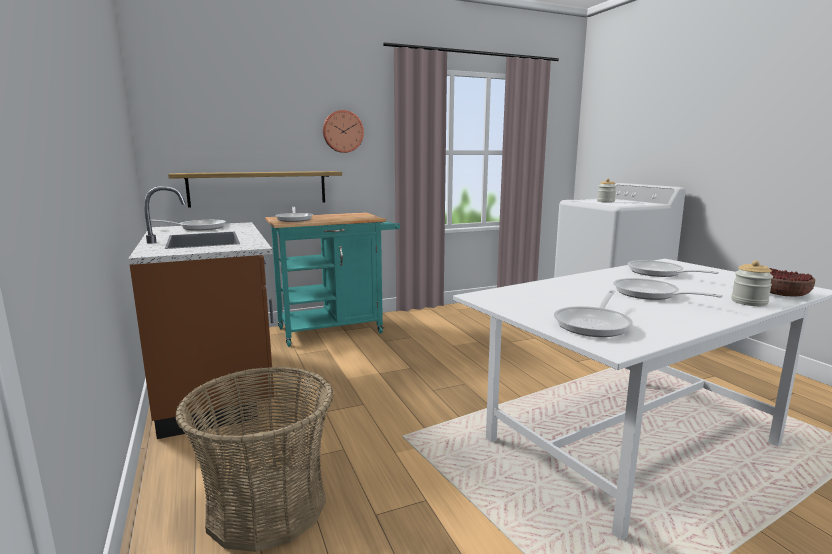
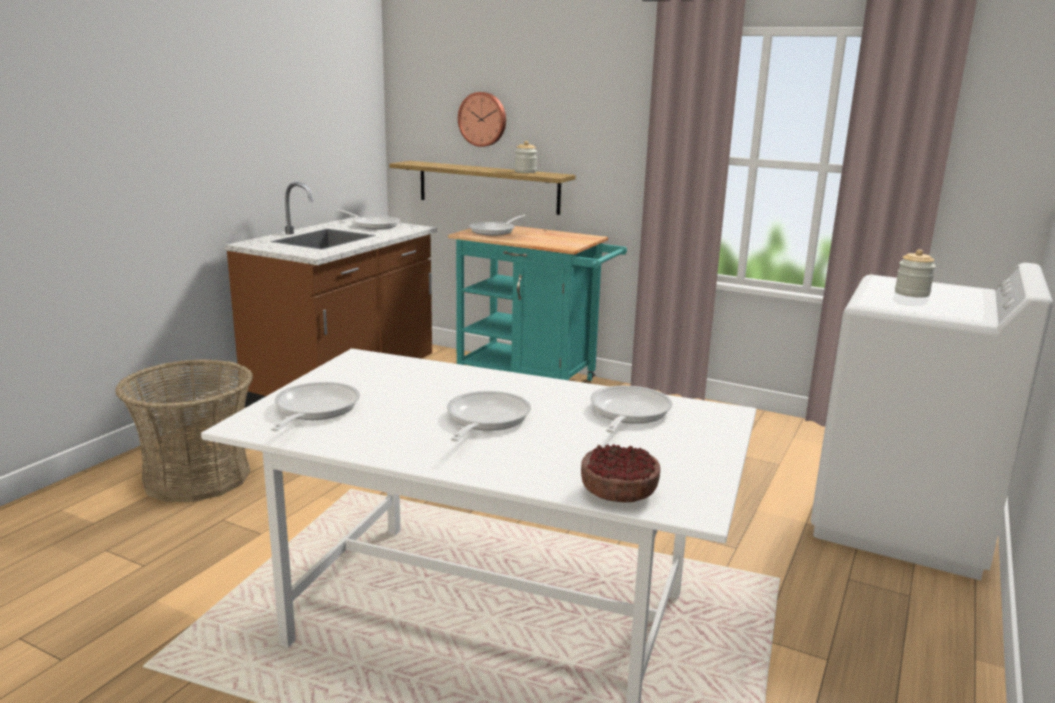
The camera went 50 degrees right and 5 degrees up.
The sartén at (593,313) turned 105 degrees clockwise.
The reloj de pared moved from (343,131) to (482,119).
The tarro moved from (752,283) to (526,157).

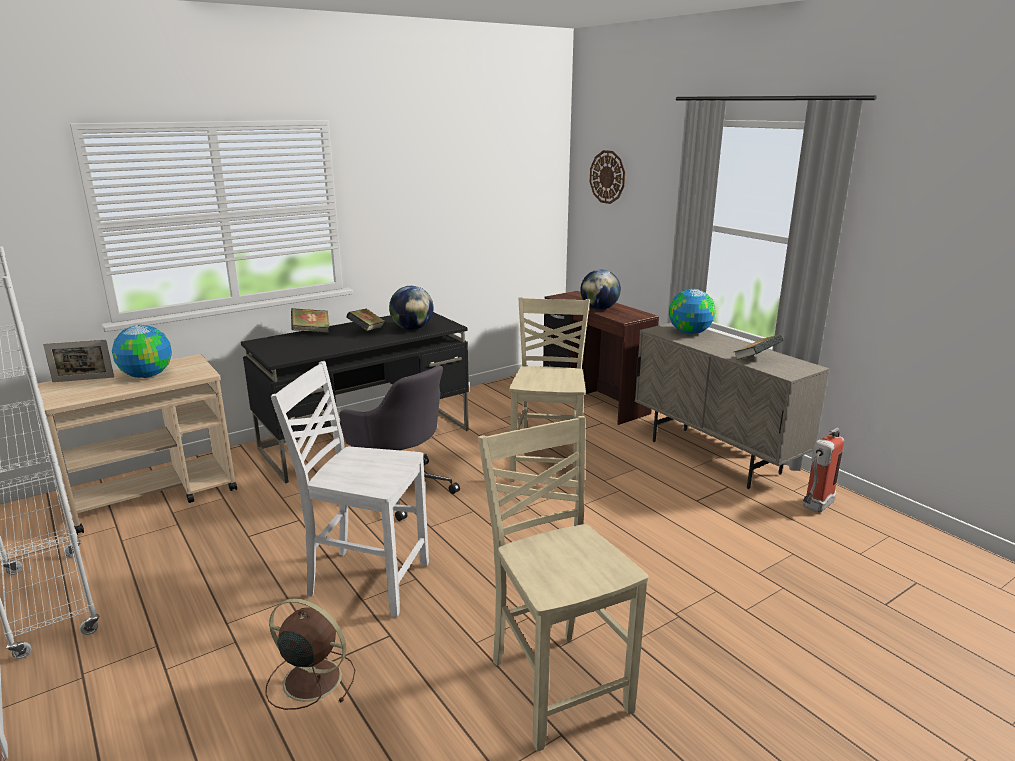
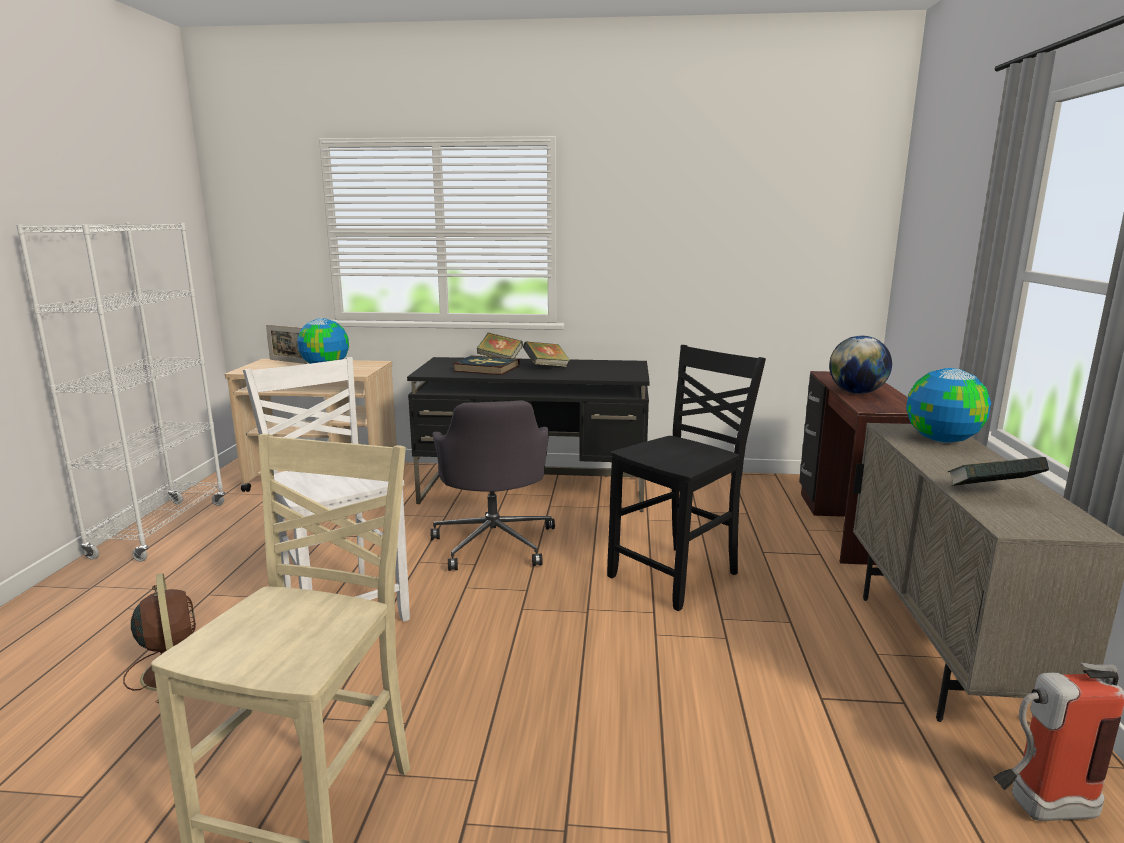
The camera went 40 degrees right and 5 degrees down.
The libro at (486,365) appeared.
The silla (beis) at (549,389) became the silla (negro) at (686,478).
The globo terráqueo at (411,308) disappeared.
The reloj de pared at (607,177) disappeared.

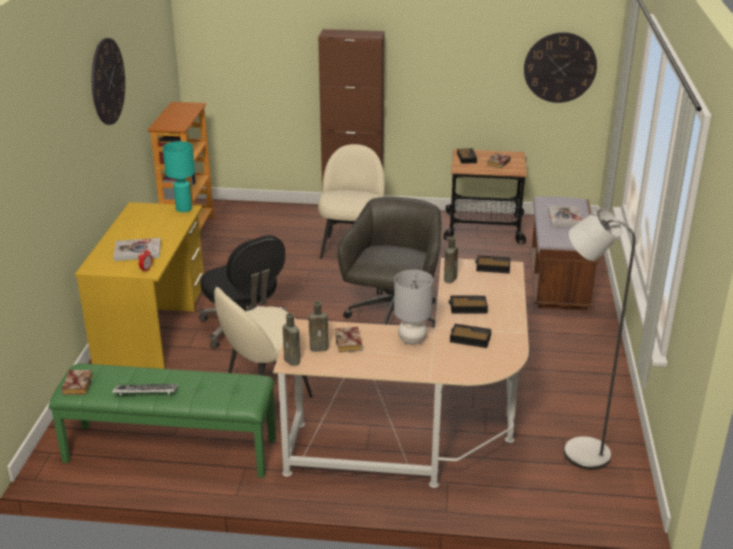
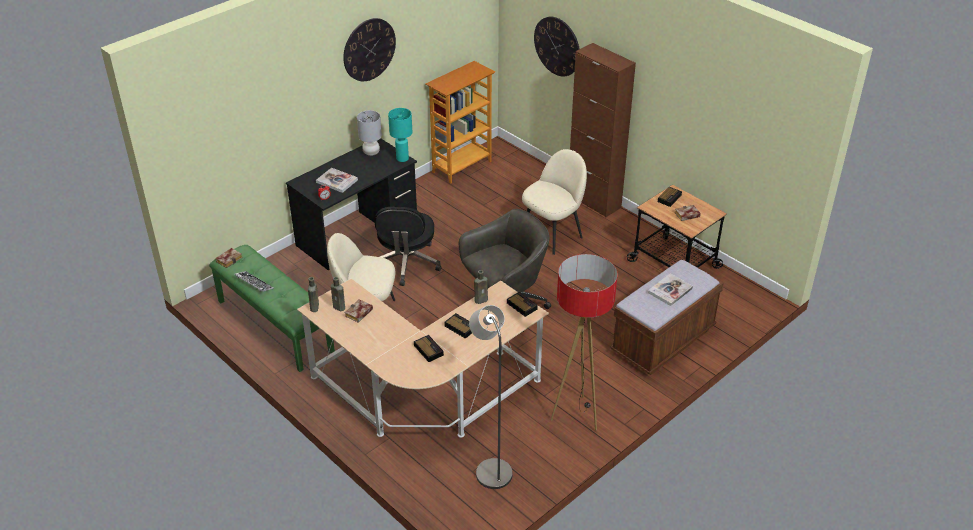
The camera went 40 degrees right and 10 degrees up.
The escritorio (amarillo) at (139,285) became the escritorio (negro) at (351,204).
The lámpara de mesa (gris) moved from (414,307) to (369,133).
The reloj de pared moved from (560,67) to (557,47).
The lámpara de pie at (584,342) appeared.

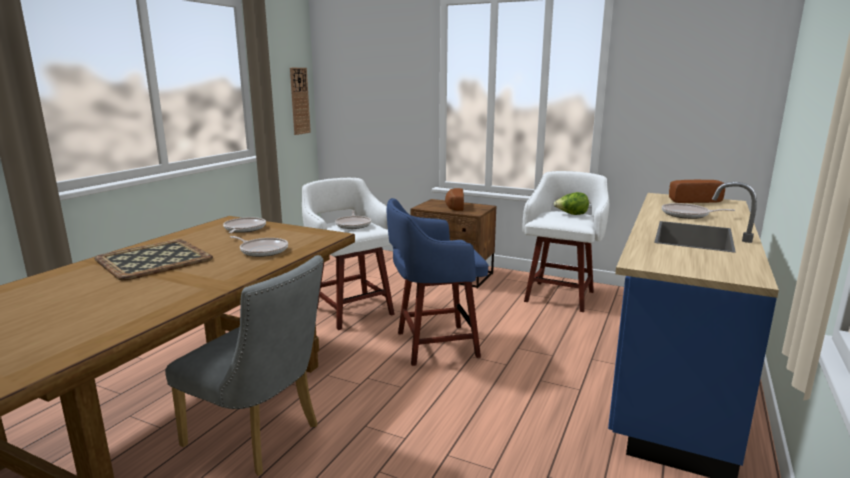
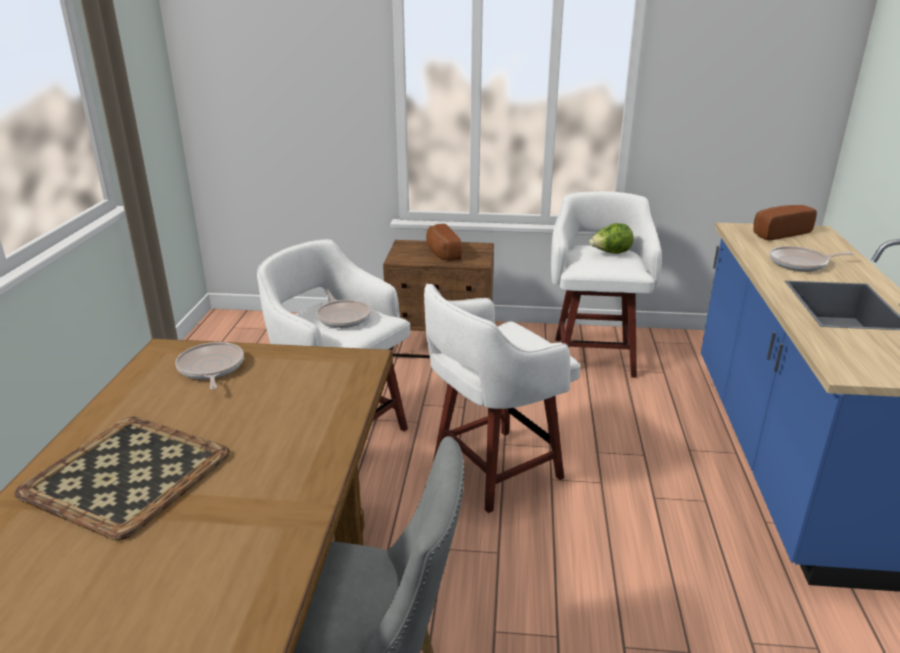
The camera went 20 degrees left and 10 degrees up.
The taburete (azul) at (437,282) became the taburete (blanco) at (502,398).
The sartén at (259,246) disappeared.
The reloj de pared at (300,101) disappeared.

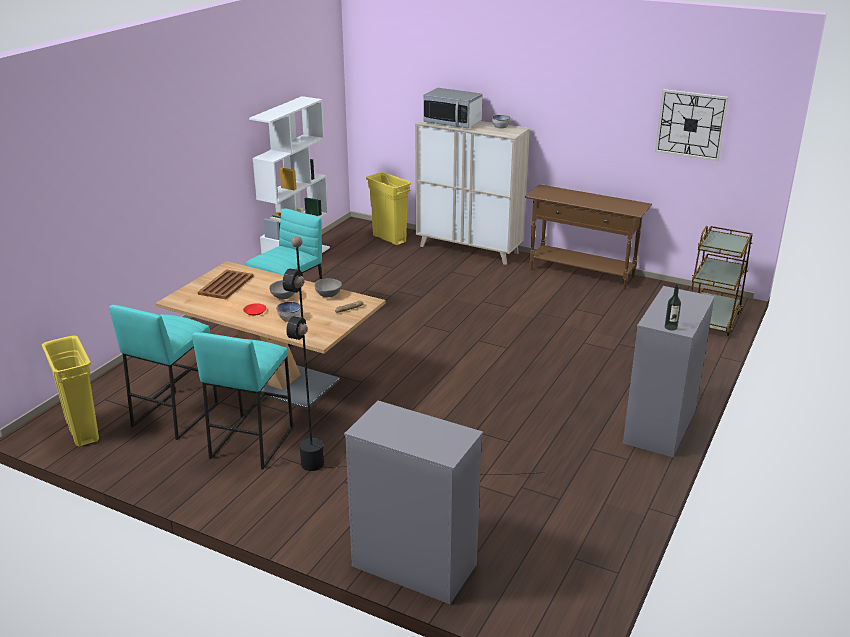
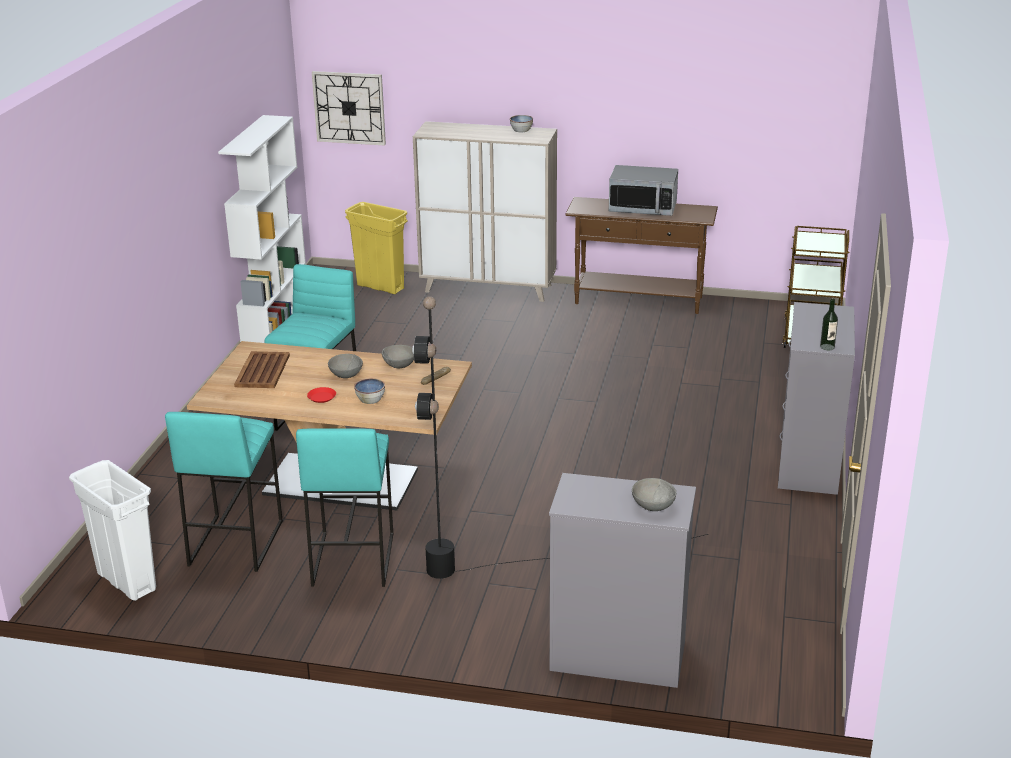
The camera went 15 degrees left and 0 degrees up.
The papelera (amarillo) at (70,391) became the papelera (blanco) at (112,530).
The reloj de pared moved from (692,125) to (349,108).
The microondas moved from (452,108) to (643,190).
The cuenco (gris) at (654,494) appeared.

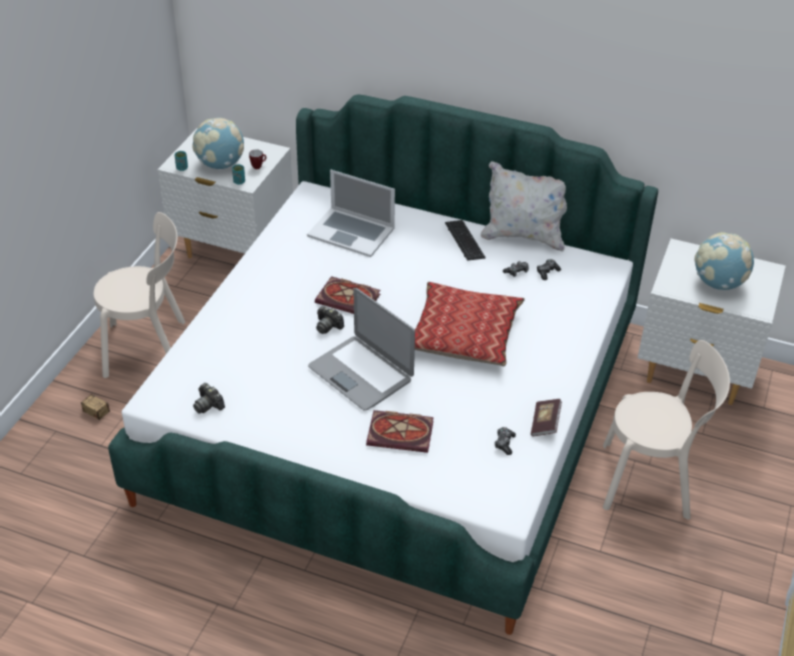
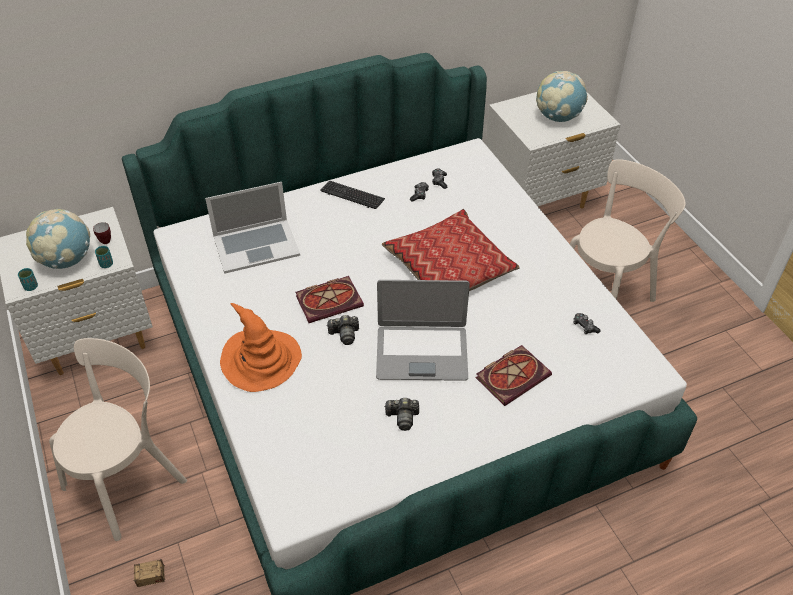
The camera went 45 degrees left and 5 degrees up.
The sombrero (naranja) at (261,347) appeared.
The cámara moved from (209,398) to (401,414).
The cojín (blanco) at (524,206) disappeared.
The libro at (546,417) disappeared.

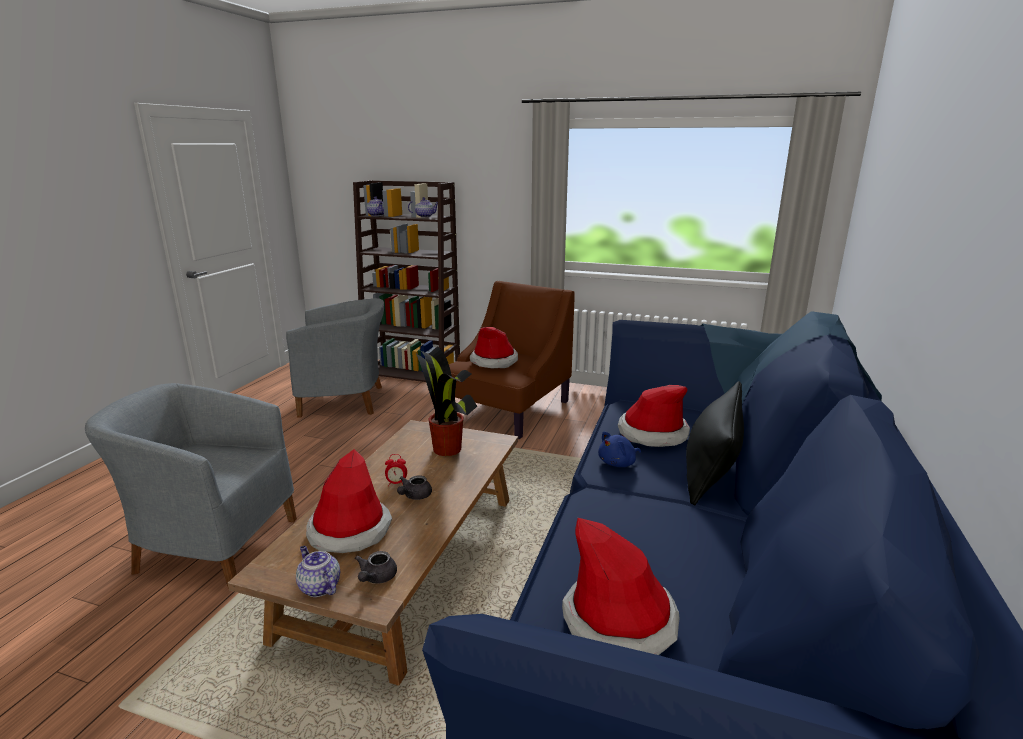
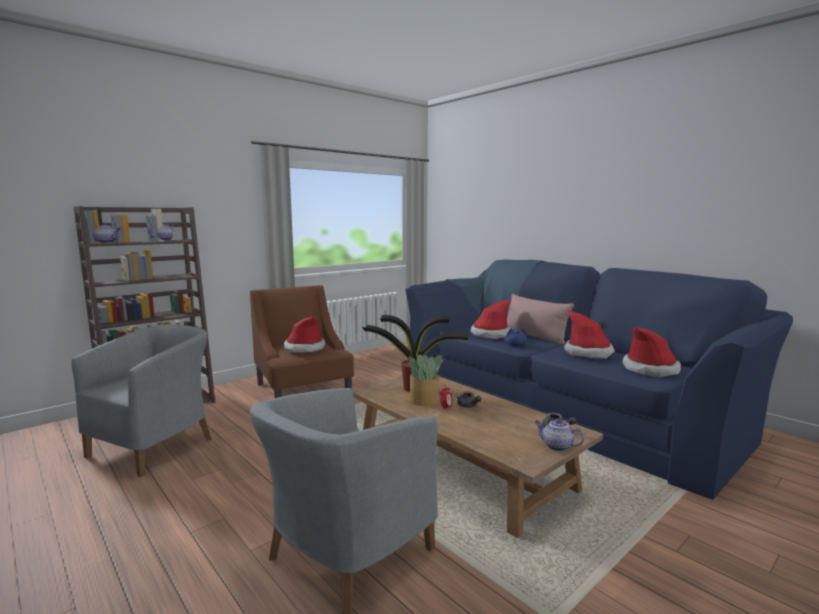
The camera went 60 degrees left and 10 degrees down.
The planta en maceta at (426,380) appeared.
The cojín (negro) at (715,443) became the cojín (rosa) at (540,319).
The tetera at (318,571) turned 45 degrees clockwise.
The sombrero moved from (349,501) to (589,334).

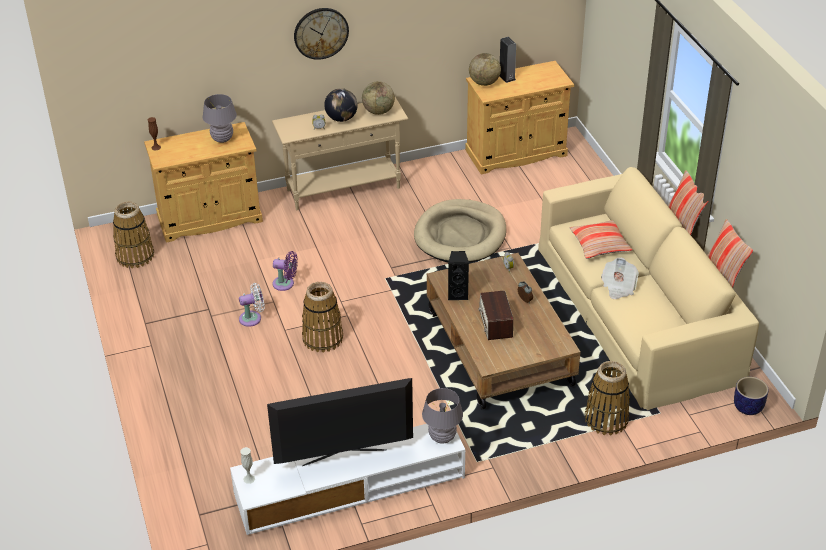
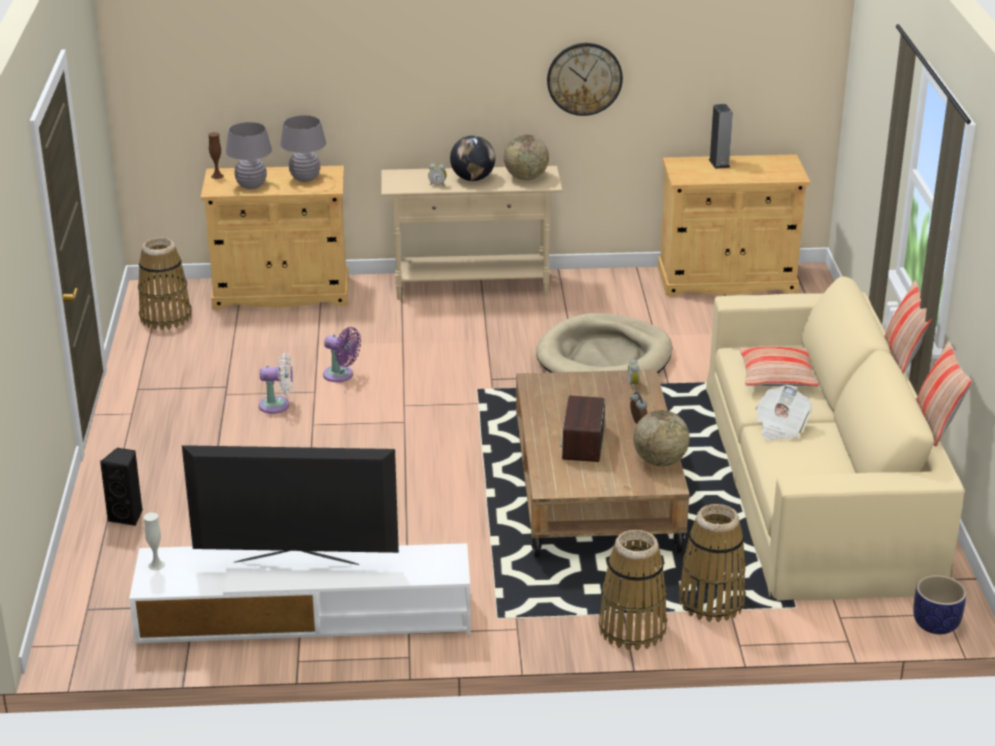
The camera went 15 degrees right and 10 degrees down.
The altavoz (negro) moved from (458,275) to (121,486).
The lámpara de mesa (gris) moved from (442,415) to (249,155).
The reloj de pared moved from (321,34) to (585,79).
The cesta moved from (322,317) to (633,590).
The globo terráqueo moved from (485,69) to (661,438).

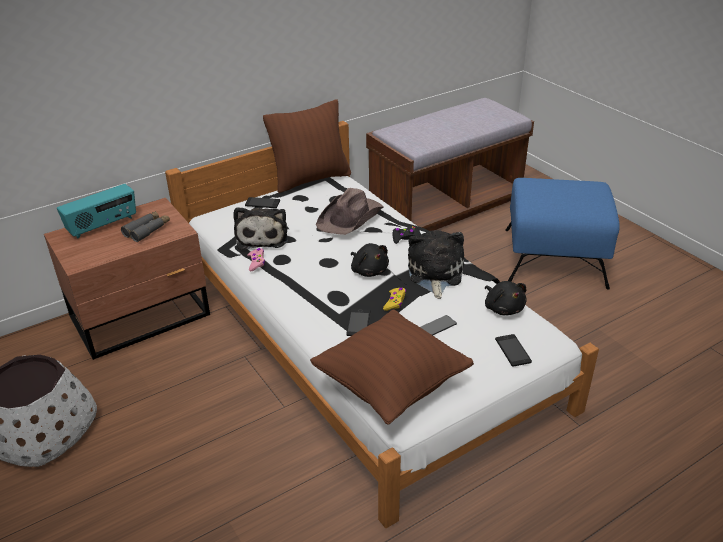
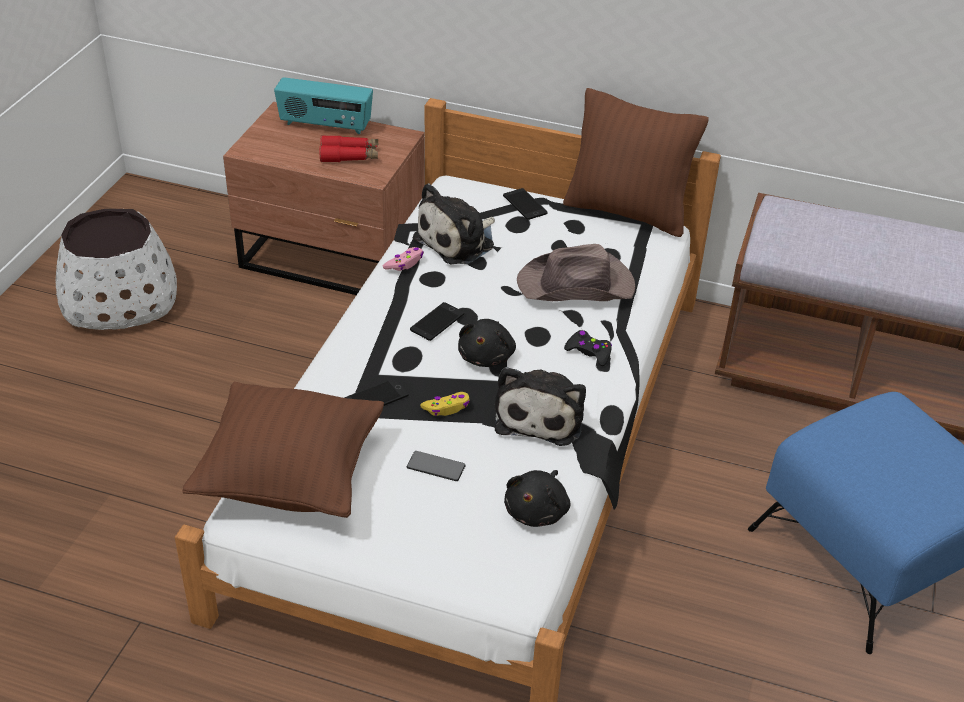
The camera went 50 degrees right and 5 degrees up.
The prismáticos (gris) at (145,226) became the prismáticos (rojo) at (349,149).
The móvil moved from (513,350) to (437,321).
The peluche at (436,264) turned 135 degrees clockwise.

